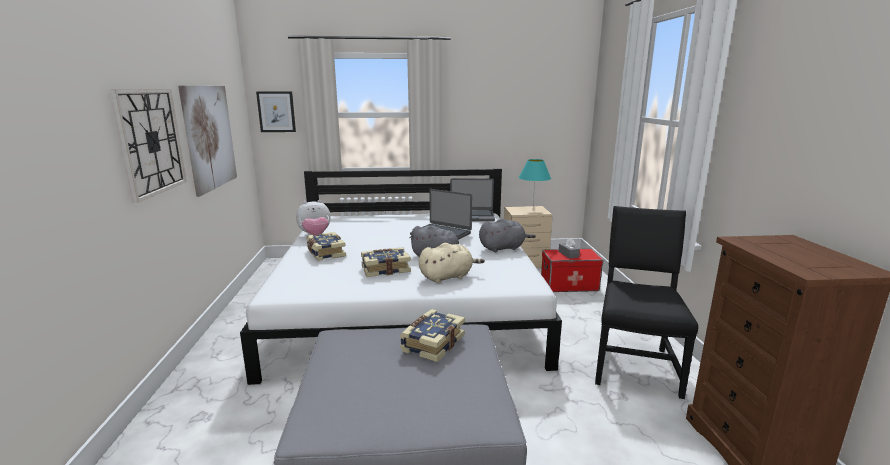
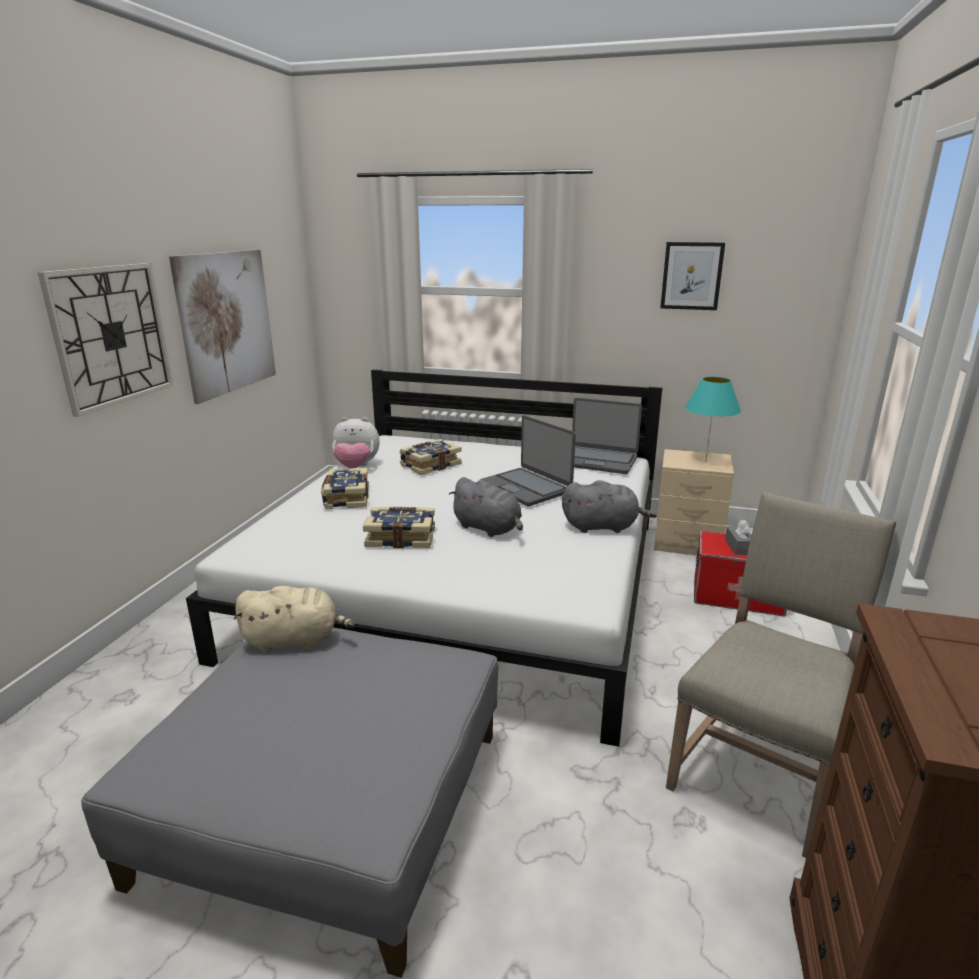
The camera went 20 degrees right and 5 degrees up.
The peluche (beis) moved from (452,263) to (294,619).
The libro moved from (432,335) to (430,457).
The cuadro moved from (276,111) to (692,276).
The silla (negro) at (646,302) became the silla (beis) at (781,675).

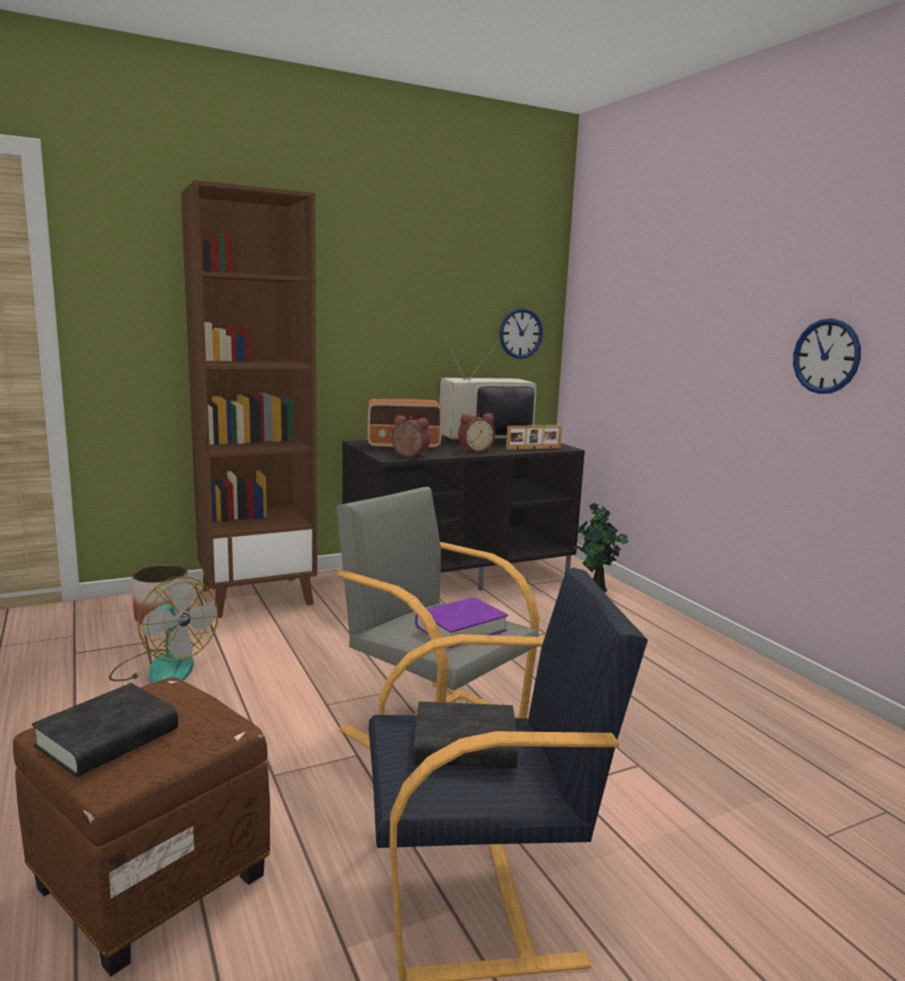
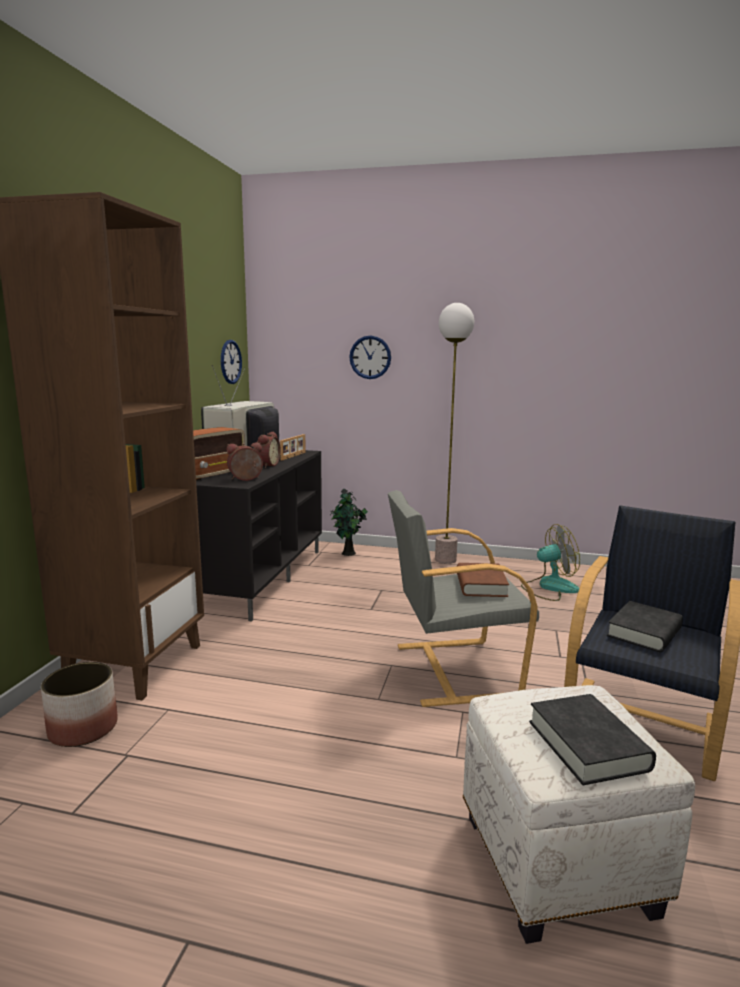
The camera went 50 degrees left and 0 degrees up.
The reloj de pared moved from (827,356) to (370,357).
The lámpara de pie at (454,433) appeared.
The libro (morado) at (461,622) became the libro (marrón) at (483,580).
The puf (marrón) at (141,826) became the puf (blanco) at (579,814).
The ventilador moved from (163,629) to (550,562).

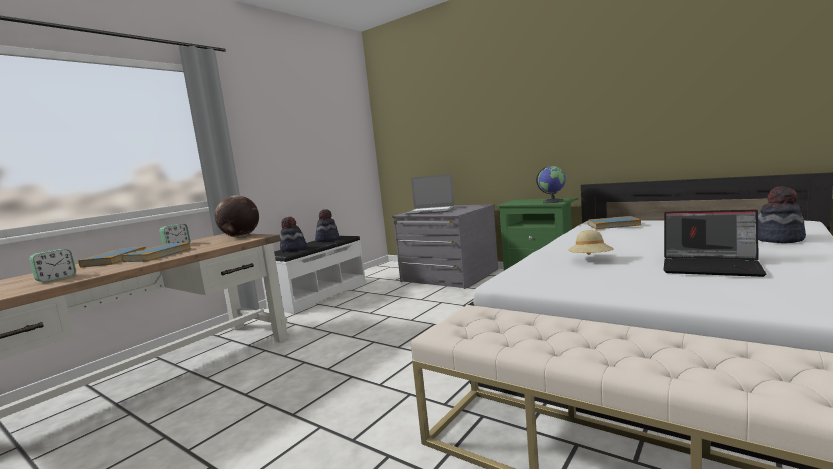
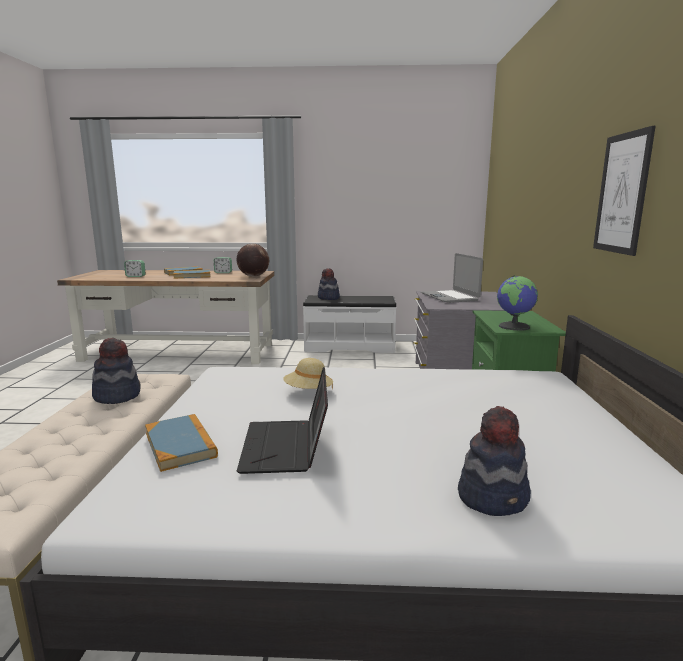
The camera went 55 degrees right and 5 degrees up.
The sombrero moved from (327,225) to (116,371).
The libro moved from (614,222) to (181,443).
The cuadro at (624,191) appeared.

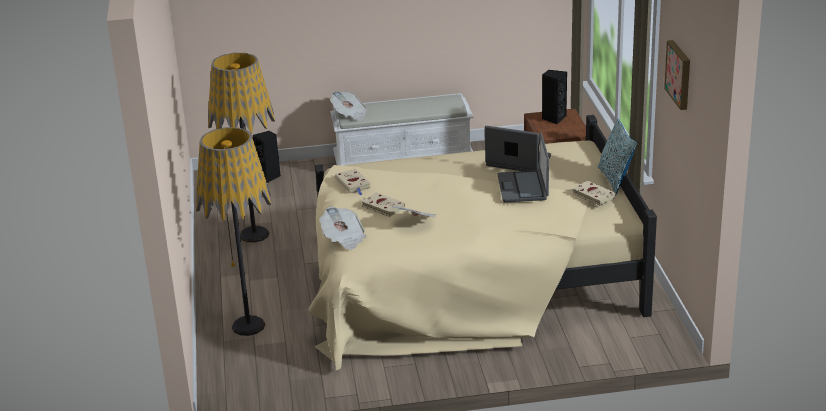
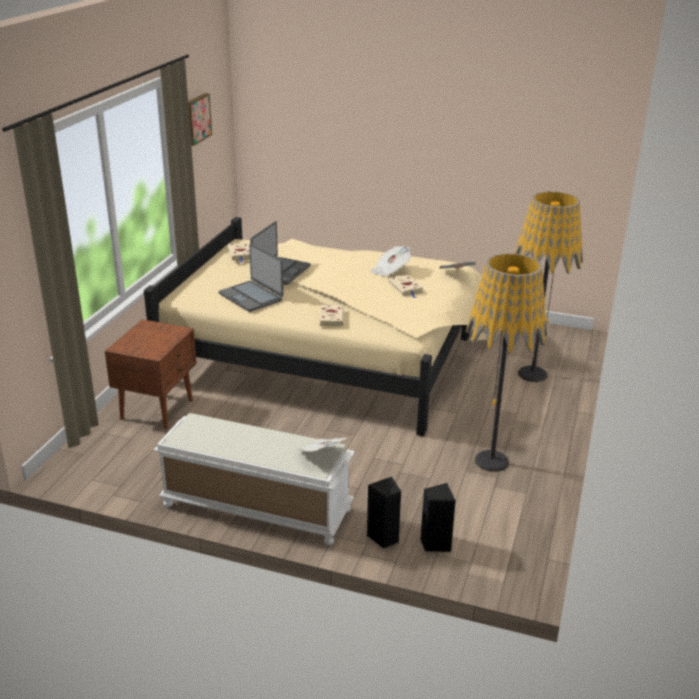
The camera went 155 degrees left and 0 degrees up.
The libro (beis) moved from (352,182) to (331,316).
The altavoz (negro) moved from (554,97) to (384,512).
The cojín at (617,156) disappeared.

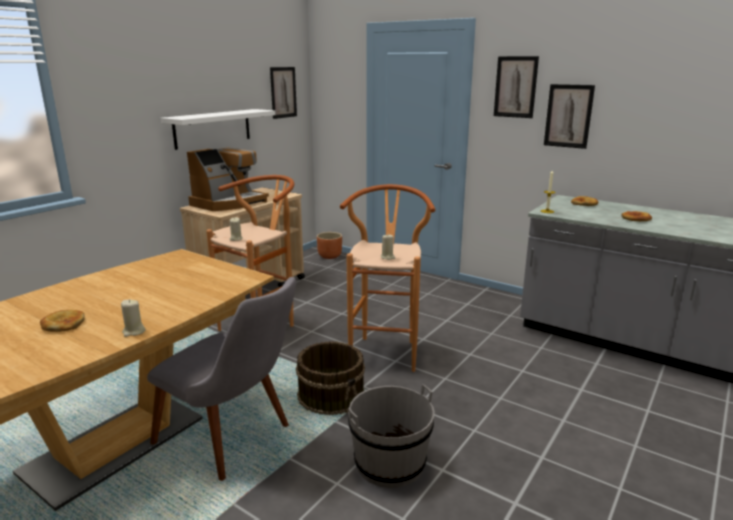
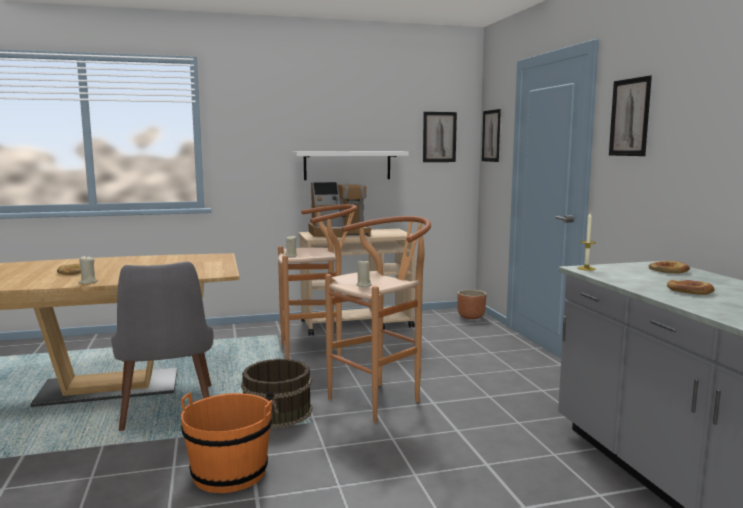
The camera went 40 degrees right and 10 degrees down.
The cubo (gris) at (391,436) became the cubo (naranja) at (226,442).
The cuadro moved from (569,116) to (491,135).

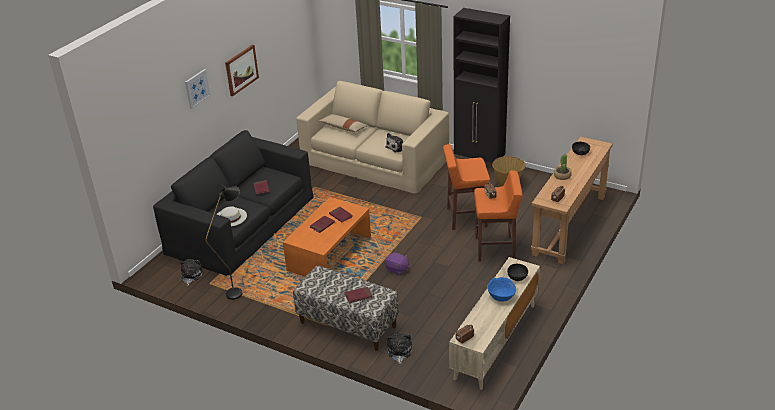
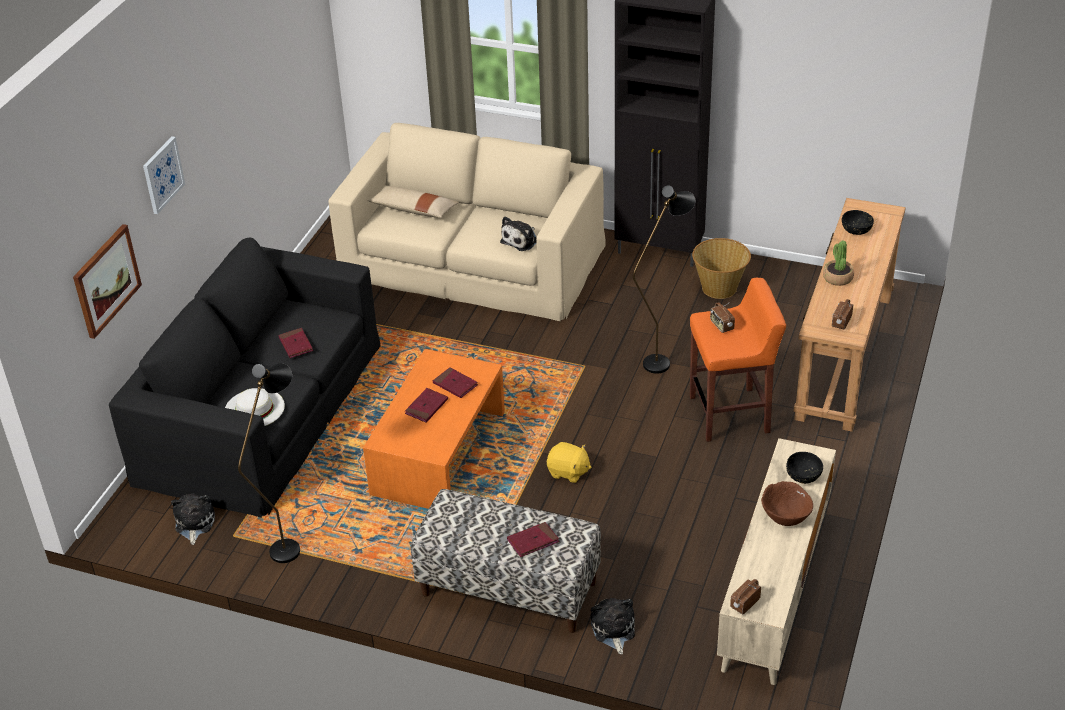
The camera went 10 degrees left and 5 degrees up.
The cuadro moved from (242,70) to (107,281).
The peluche (morado) at (397,263) became the peluche (amarillo) at (569,462).
The taburete (naranja) at (466,187) was replaced by the lámpara de pie (negro) at (664,279).
The cuenco (azul) at (501,289) became the cuenco (marrón) at (787,503).

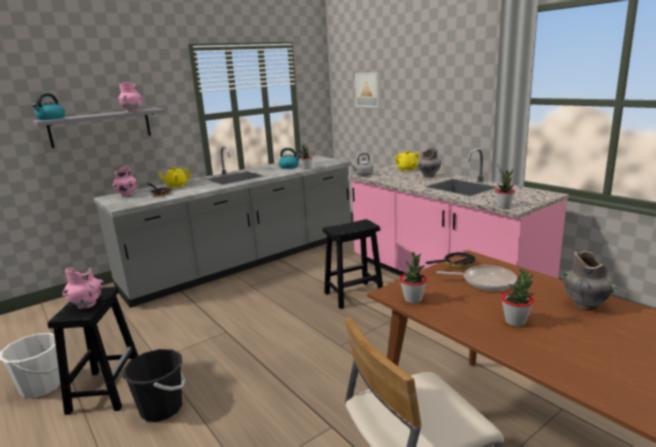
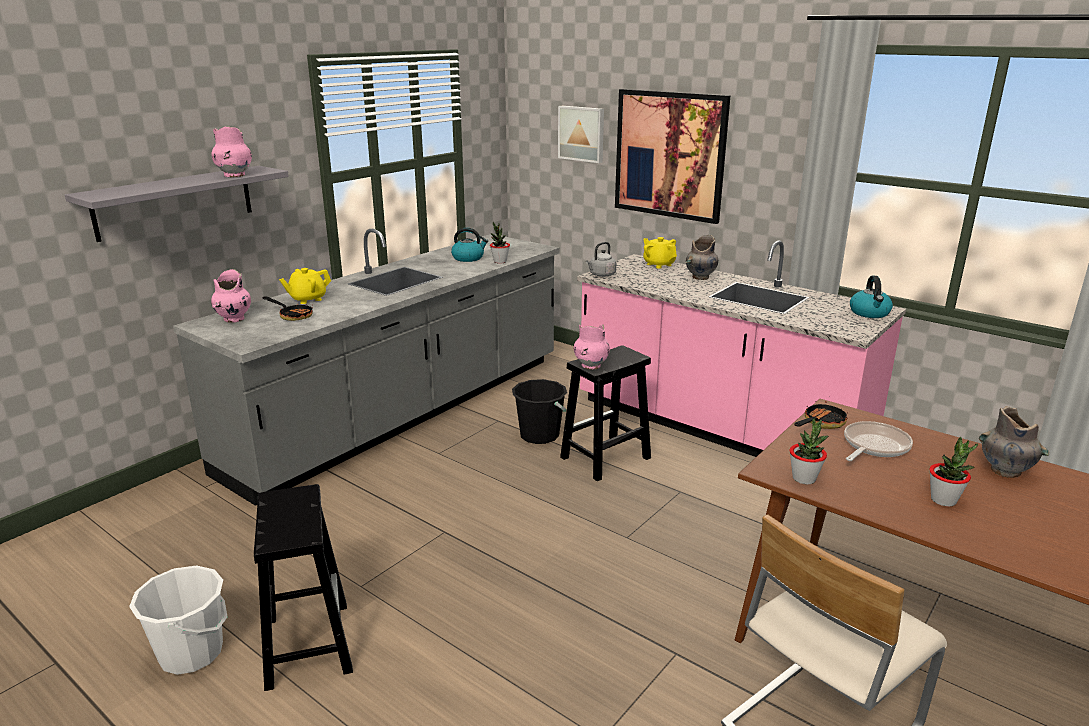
The camera went 15 degrees left and 5 degrees up.
The cubo (negro) moved from (154,385) to (539,411).
The florero (rosa) moved from (83,288) to (592,347).
The cuadro at (673,156) appeared.
The sartén at (477,278) turned 45 degrees counterclockwise.
The hervidor moved from (48,106) to (871,297).
The planta en maceta at (505,188) disappeared.

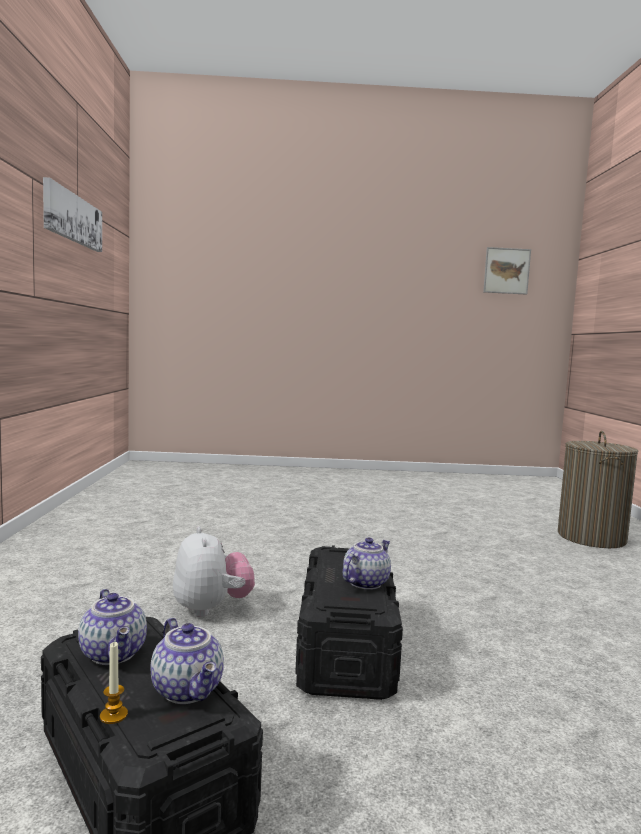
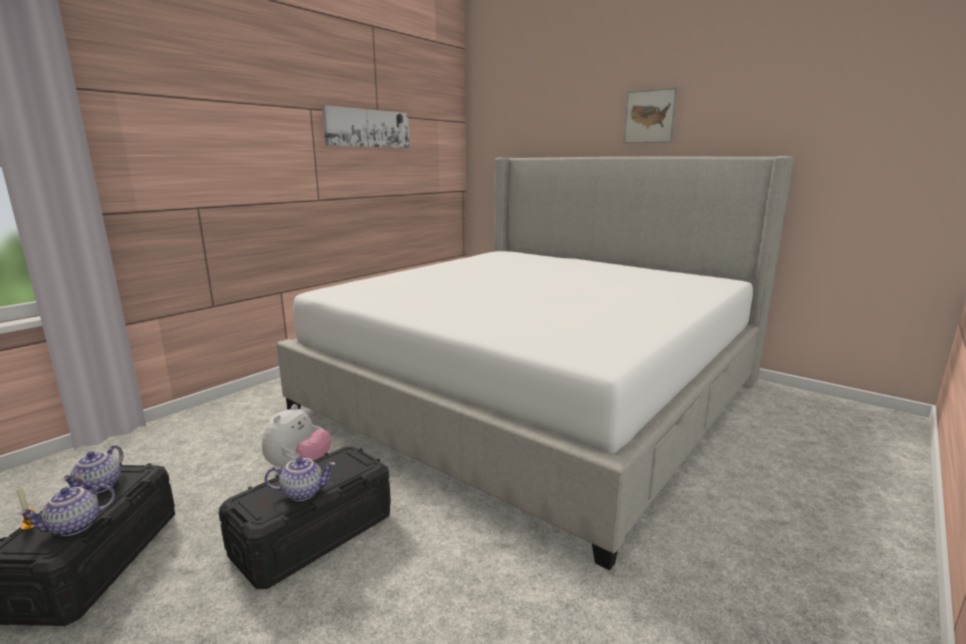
The camera went 40 degrees right and 10 degrees up.
The tetera at (187,661) turned 45 degrees clockwise.
The cama at (535,363) appeared.
The cuadro moved from (507,271) to (650,115).
The cesto de la ropa at (598,489) disappeared.

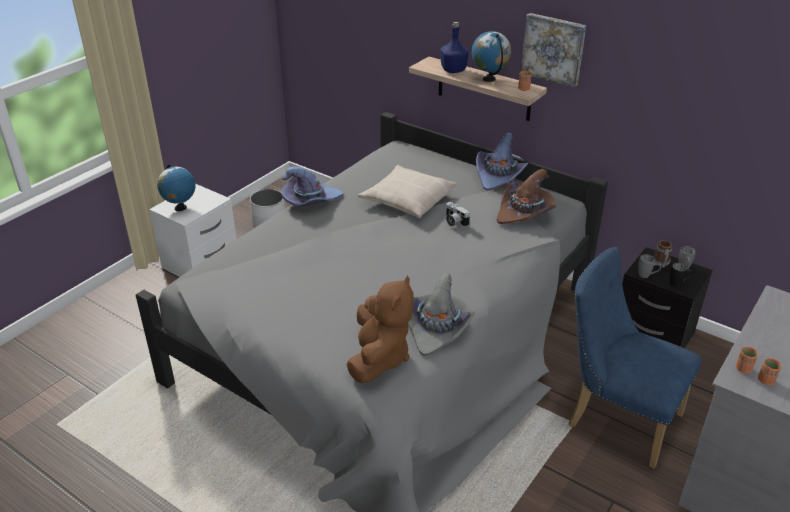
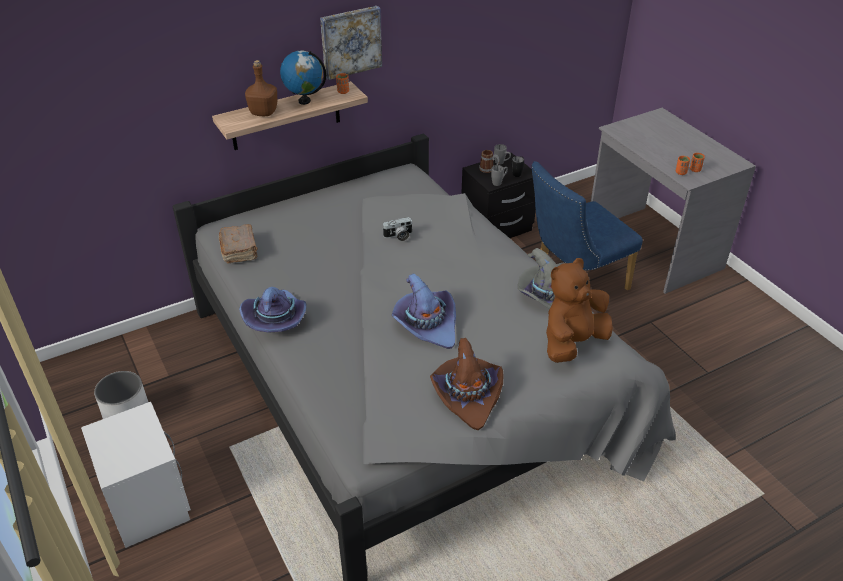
The camera went 65 degrees left and 5 degrees up.
The libro (marrón) at (238,243) appeared.
The botella (azul) at (454,47) became the botella (marrón) at (261,88).
The sombrero (morado) moved from (502,161) to (424,311).
The sombrero (marrón) moved from (526,196) to (466,384).
The peluche (marrón) at (380,329) turned 75 degrees counterclockwise.
The globo terráqueo at (176,187) disappeared.
The cojín (beis) at (407,191) disappeared.

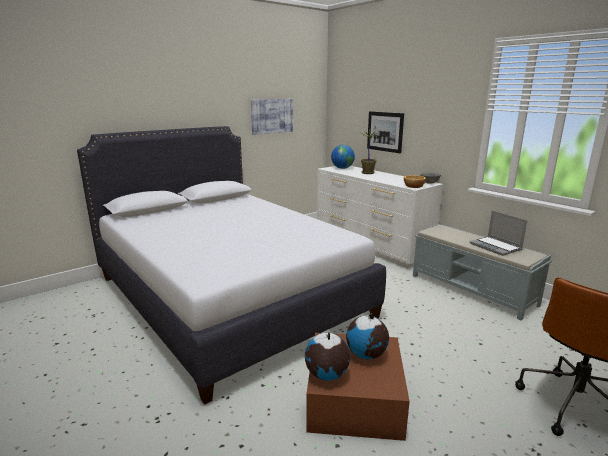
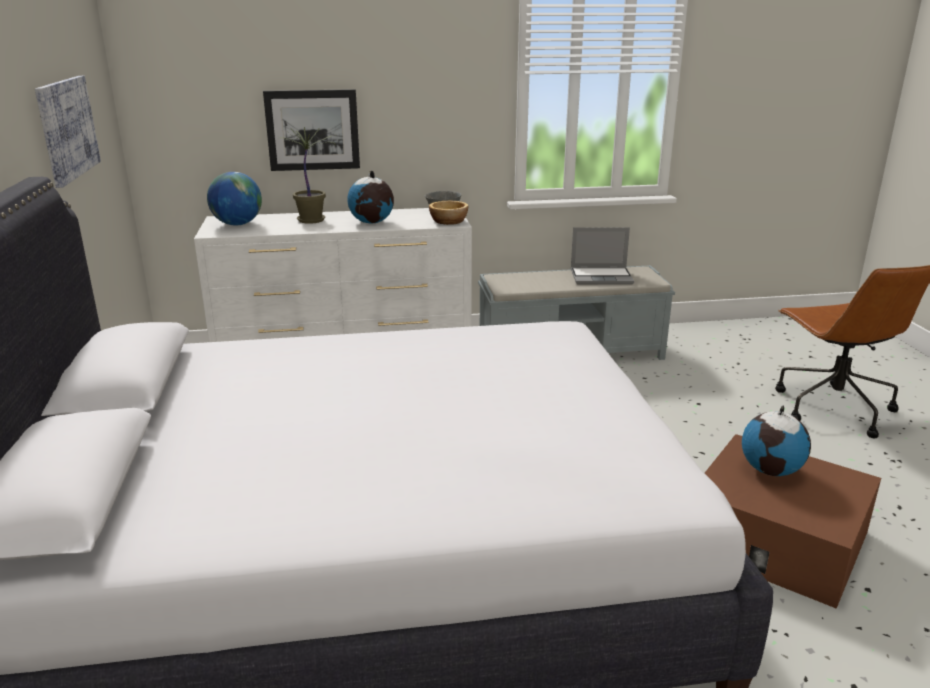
The camera went 60 degrees left and 5 degrees up.
The globo terráqueo moved from (327,356) to (370,197).

